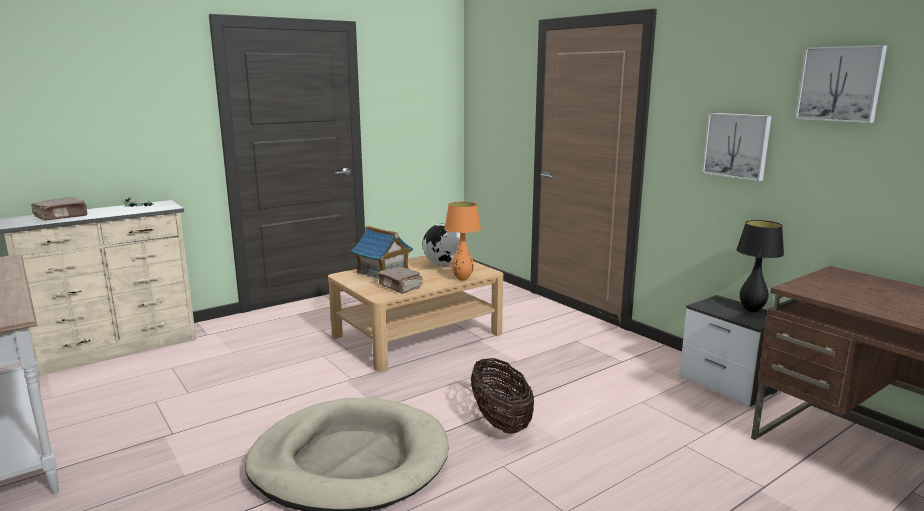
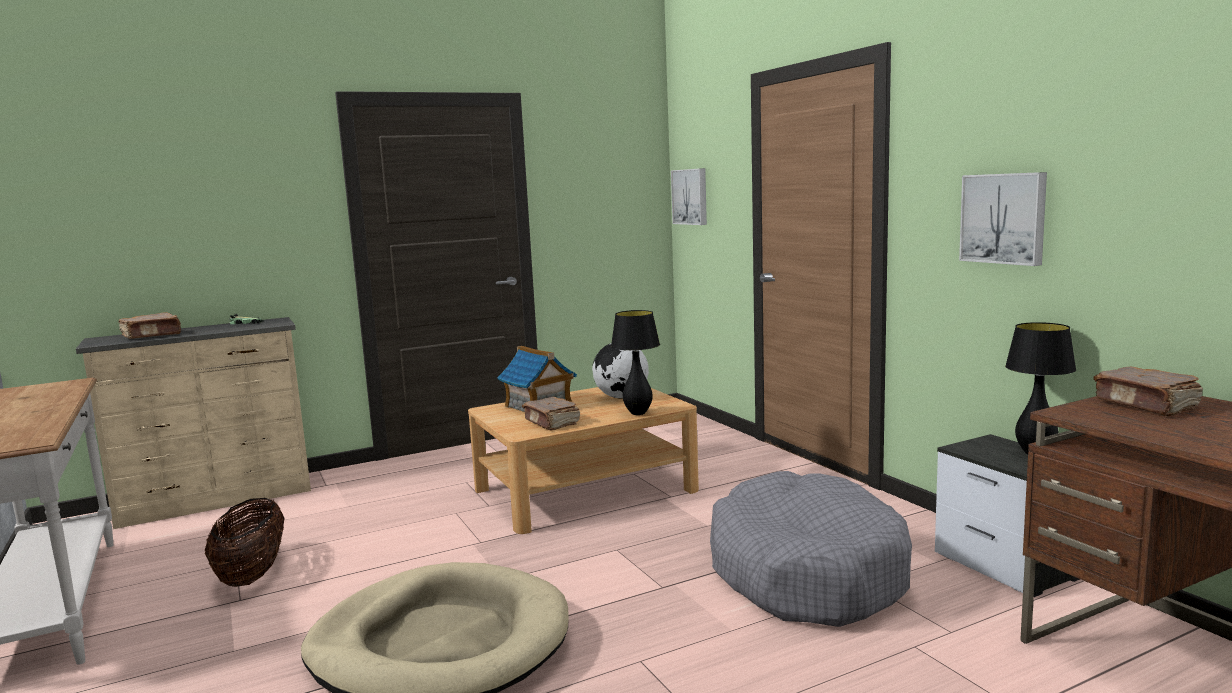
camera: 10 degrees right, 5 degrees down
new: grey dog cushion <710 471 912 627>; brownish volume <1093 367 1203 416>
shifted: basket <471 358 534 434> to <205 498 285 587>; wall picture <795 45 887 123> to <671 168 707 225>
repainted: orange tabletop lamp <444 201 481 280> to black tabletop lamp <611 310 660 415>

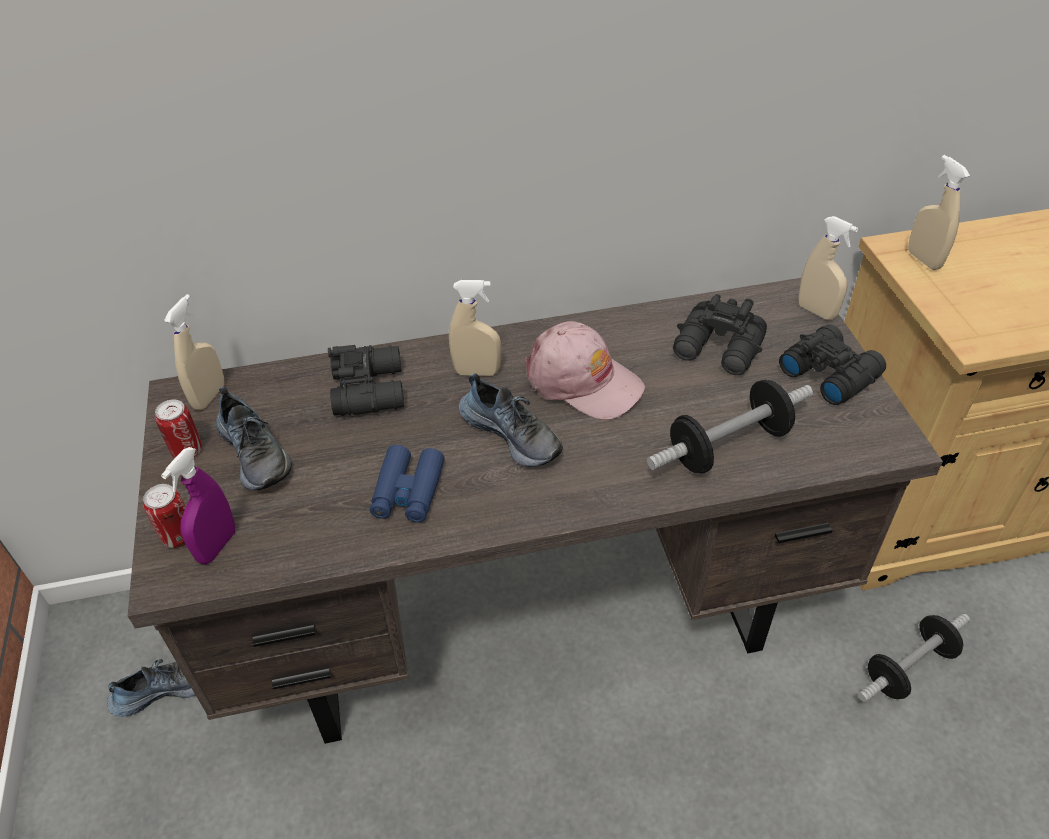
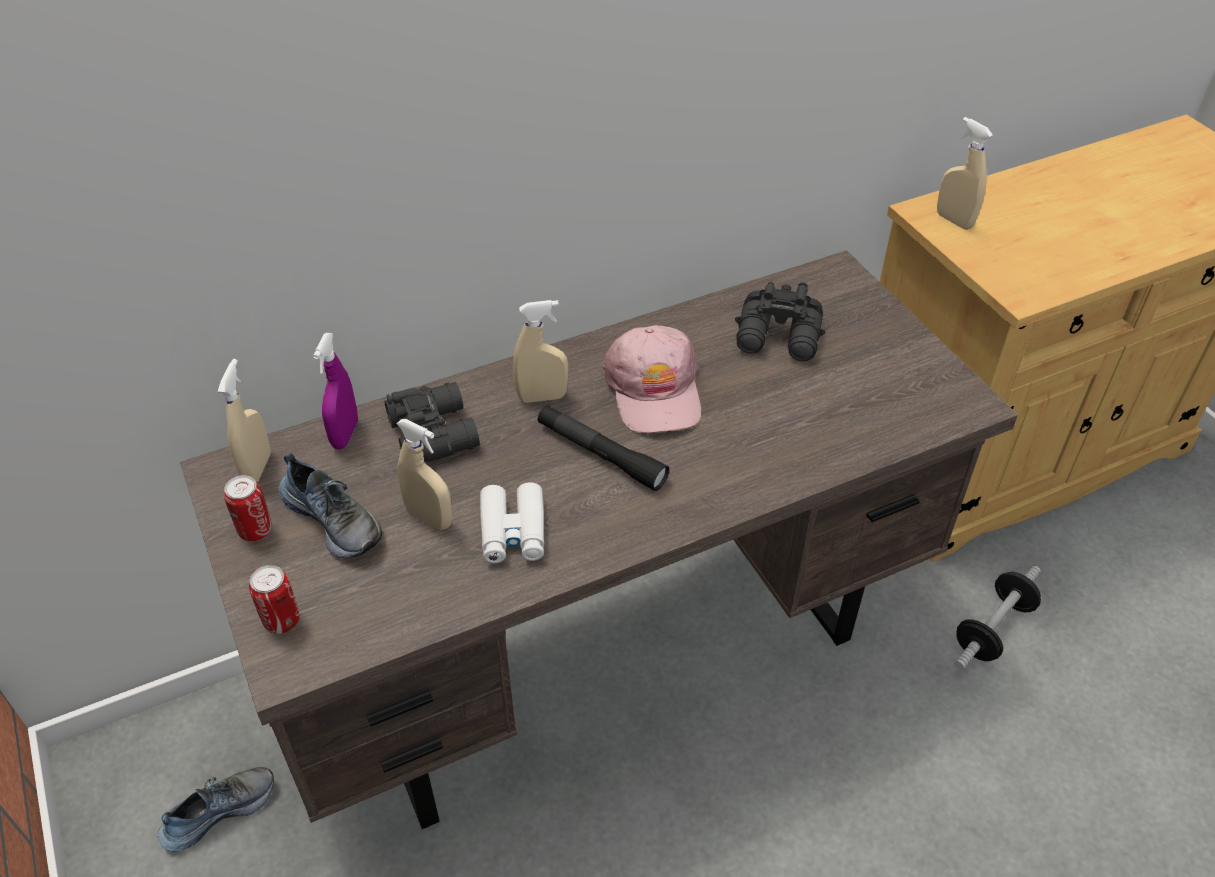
camera: 15 degrees left, 0 degrees up
gone: dumbbell <647 380 813 473>; black binoculars <779 325 886 405>
shifted: purplish sprayer <161 447 236 564> to <313 333 358 449>; sand-coloured sprayer <798 216 858 320> to <397 419 452 530>
swapped: item of footwear <459 374 563 466> to black flashlight <538 405 669 491>
repainted: bluish binoculars <370 445 445 522> to whitish binoculars <480 482 544 563>
rotated: pink cap <525 321 645 420> = <603 325 701 434> 60 degrees clockwise

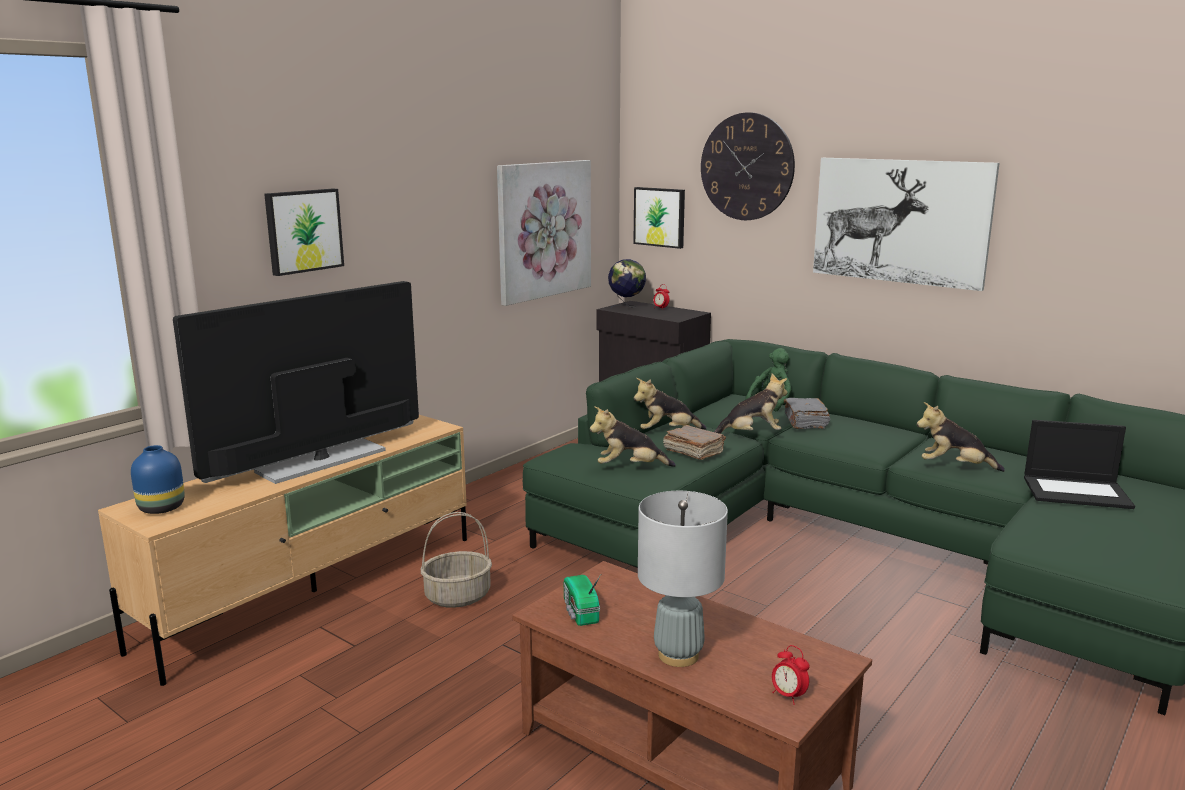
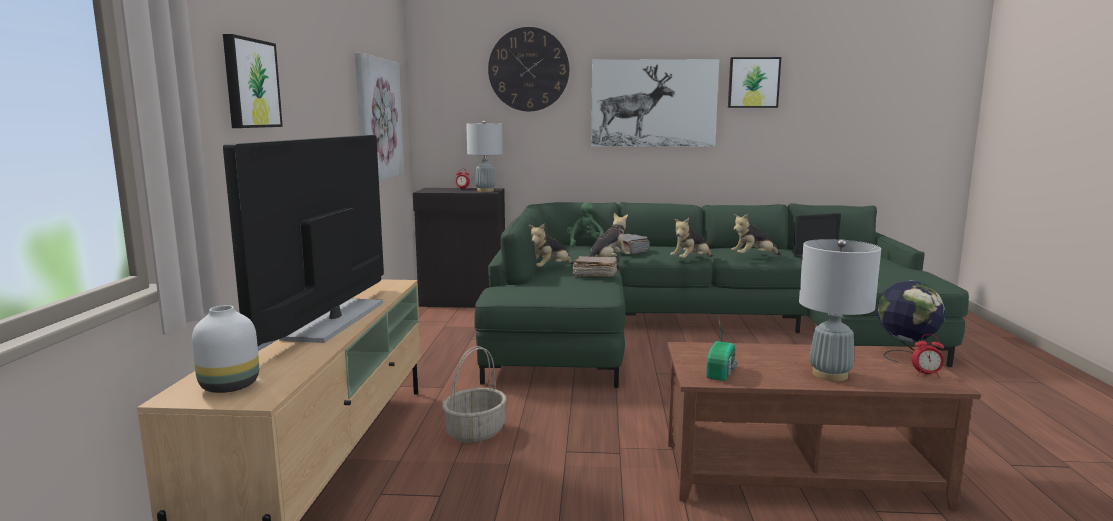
camera: 35 degrees left, 5 degrees down
new: grey tabletop lamp <466 120 502 192>
shifted: soft toy <590 407 676 467> to <670 218 712 259>; desk globe <608 259 646 308> to <877 281 945 362>; wall picture <633 187 685 249> to <728 57 781 108>
repainted: bluish vase <131 445 185 514> to whitish vase <192 305 259 393>
rotated: radio receiver <564 575 601 626> = <706 315 738 381> 105 degrees counterclockwise

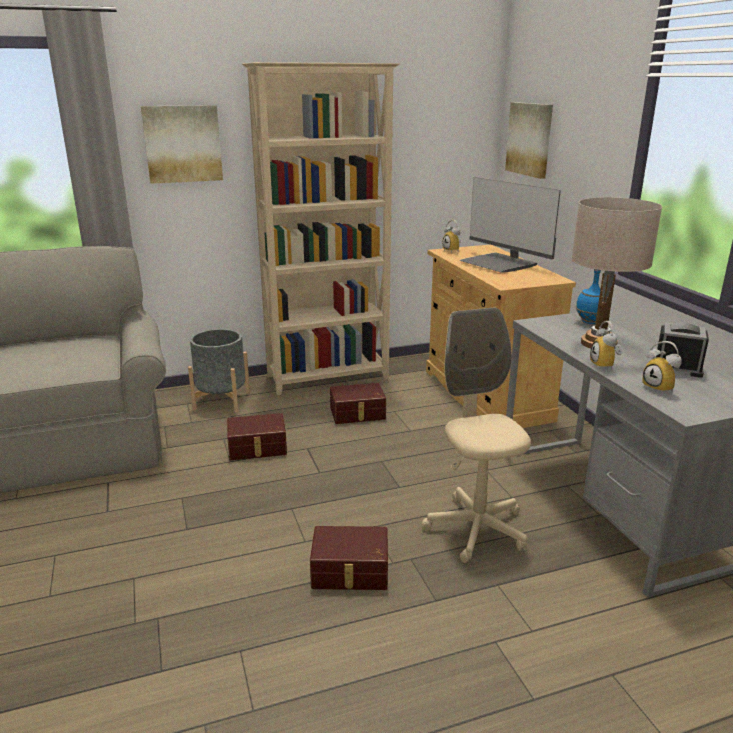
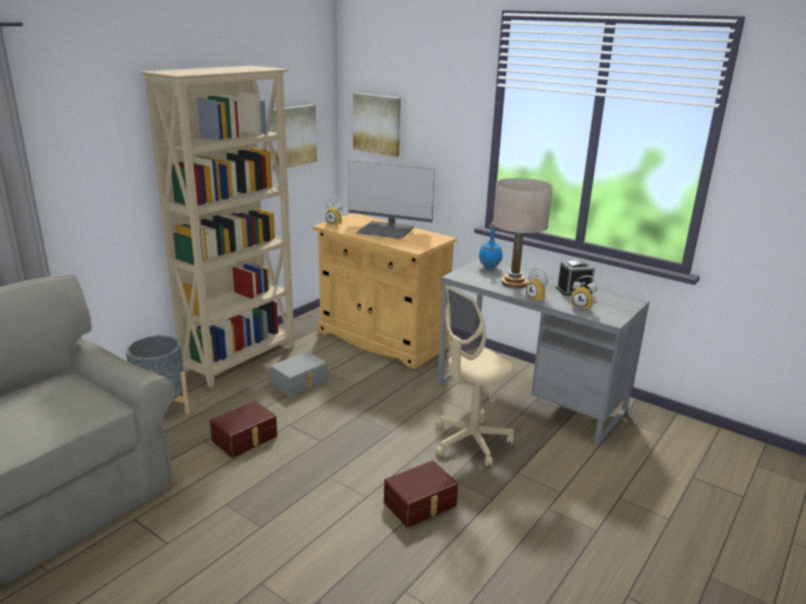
camera: 35 degrees left, 0 degrees up
shifted: wall picture <141 105 223 184> to <271 105 317 170>
repainted: brownish storage bin <330 383 386 424> to grey storage bin <270 351 327 397>
rotated: sand-coloured office chair <422 308 531 563> = <436 286 514 466> 75 degrees counterclockwise

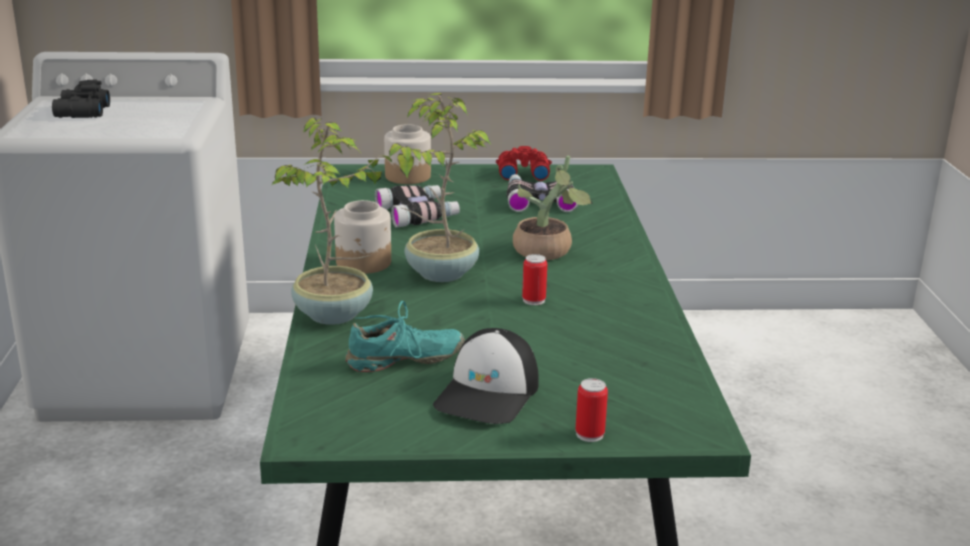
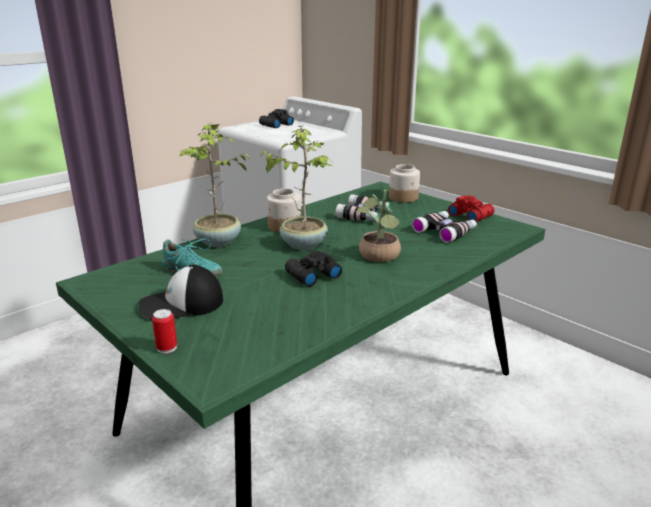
camera: 50 degrees right, 0 degrees up
swapped: metal can <522 254 547 305> to black binoculars <285 251 342 286>

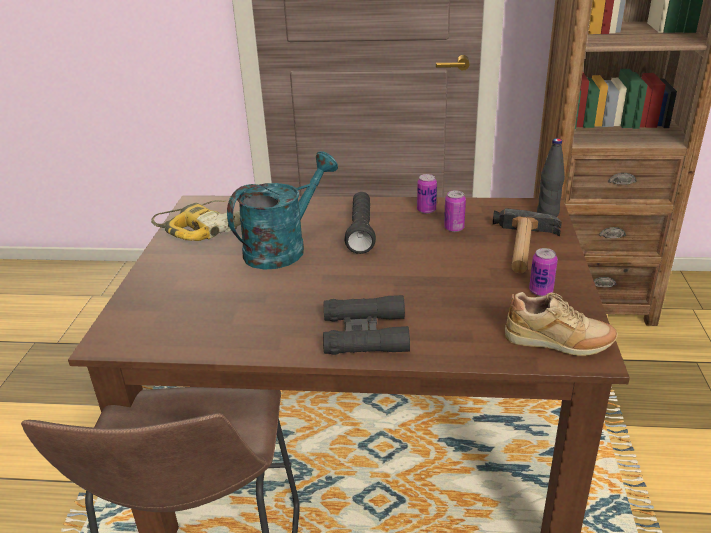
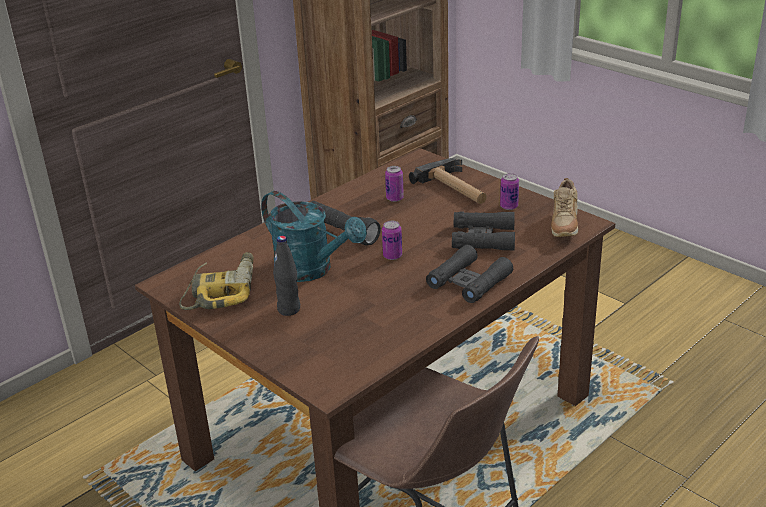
camera: 50 degrees left, 0 degrees up
new: black binoculars <452 211 515 250>
shifted: metal can <417 174 437 214> to <382 221 402 260>; black bottle <537 138 565 217> to <273 236 300 316>
rotated: blue-green sprinkling can <227 151 338 270> = <261 191 367 282> 135 degrees clockwise; sand-coloured item of footwear <505 292 618 356> = <551 178 578 237> 135 degrees clockwise

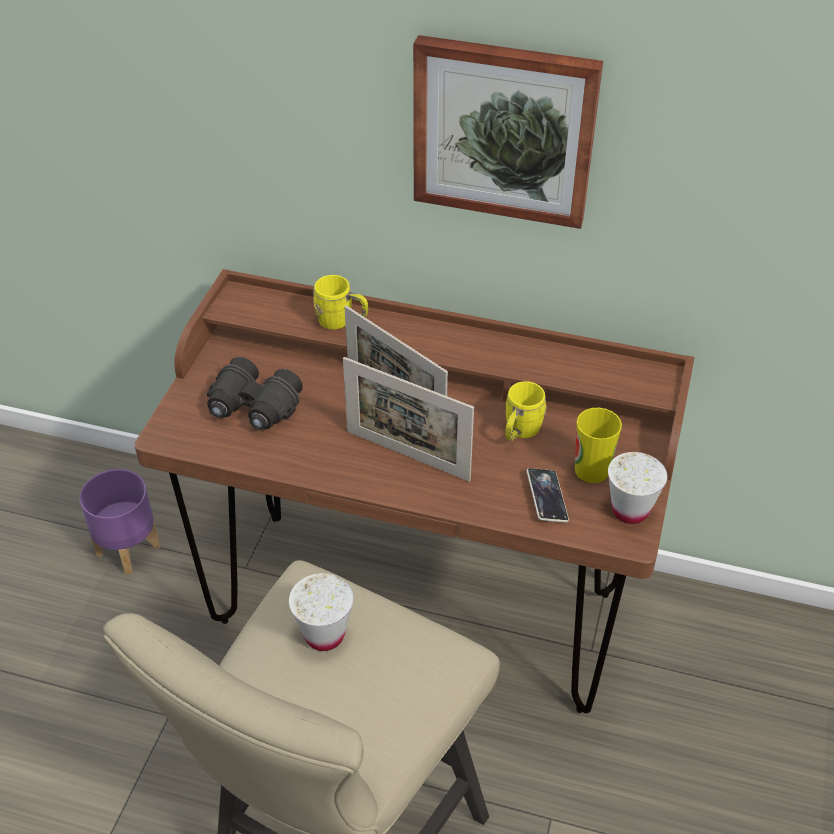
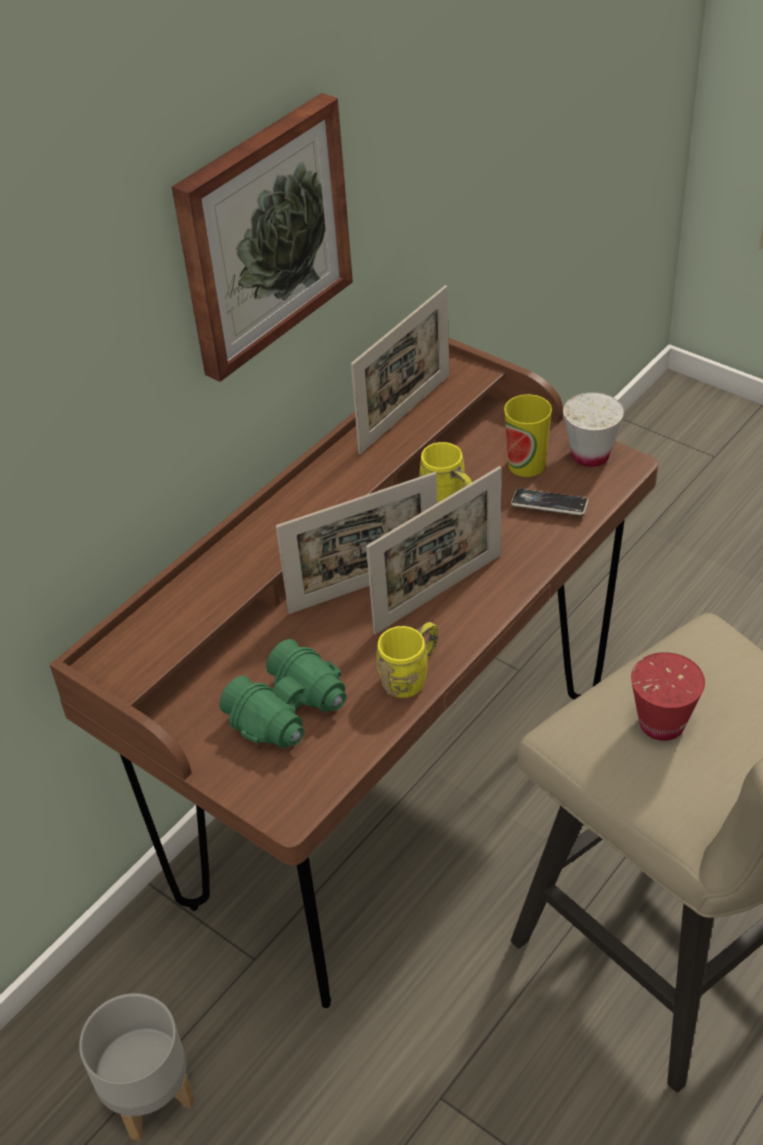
camera: 65 degrees left, 0 degrees up
new: standing frame <351 285 450 454>
shifted: yellow tea mug <313 275 368 330> to <376 622 438 698>
repainted: purplish flower pot <80 469 160 575> to grey flower pot <79 993 195 1141>; black binoculars <207 357 303 430> to green binoculars <219 639 346 748>; whitish cup <289 573 354 651> to red cup <631 652 705 741>

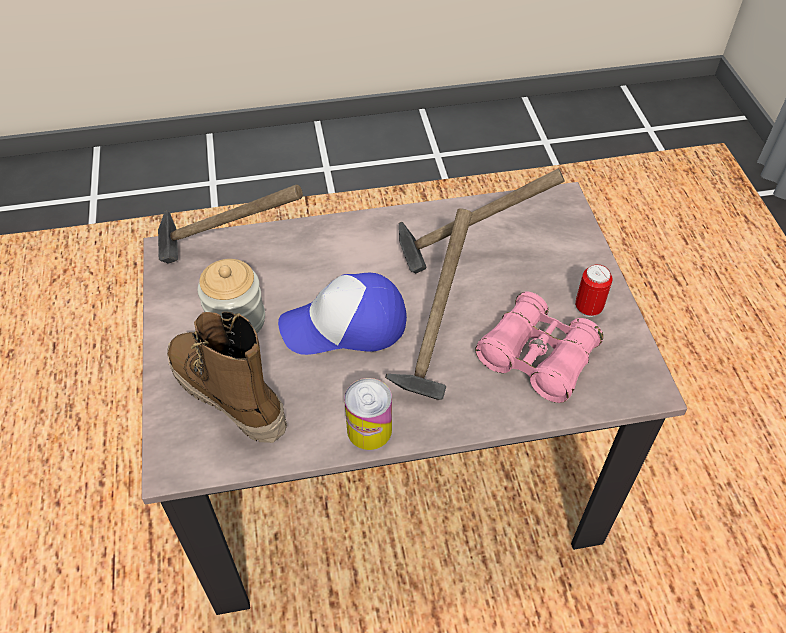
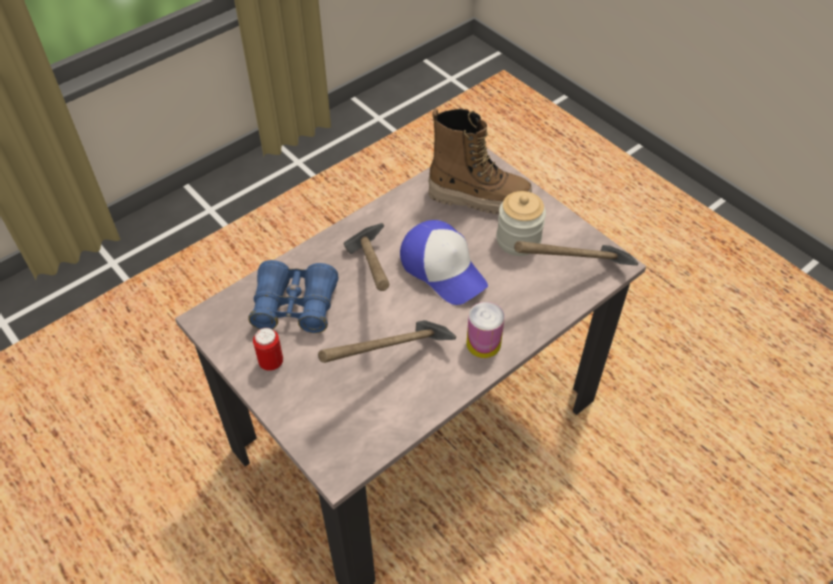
camera: 150 degrees right, 0 degrees up
shifted: metal can <344 378 392 450> to <466 302 505 358>
repainted: pink binoculars <475 291 603 403> to bluish binoculars <248 260 338 333>
rotated: cap <278 273 407 355> = <400 220 488 305> 90 degrees clockwise

